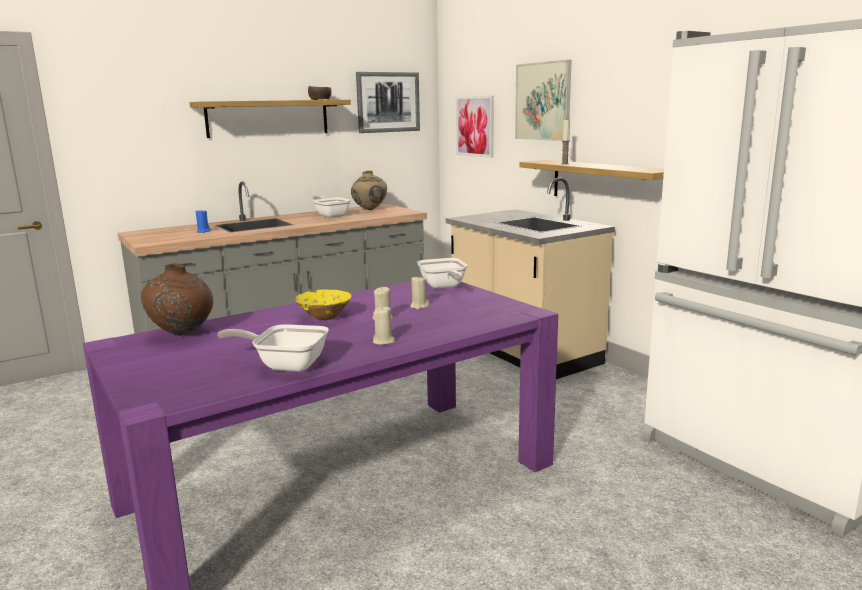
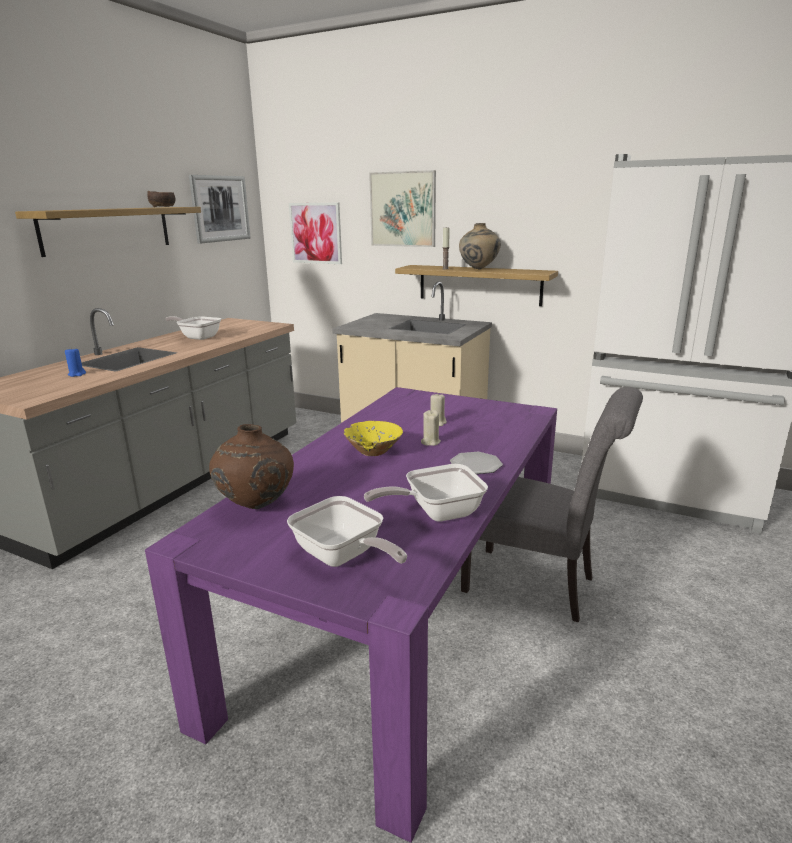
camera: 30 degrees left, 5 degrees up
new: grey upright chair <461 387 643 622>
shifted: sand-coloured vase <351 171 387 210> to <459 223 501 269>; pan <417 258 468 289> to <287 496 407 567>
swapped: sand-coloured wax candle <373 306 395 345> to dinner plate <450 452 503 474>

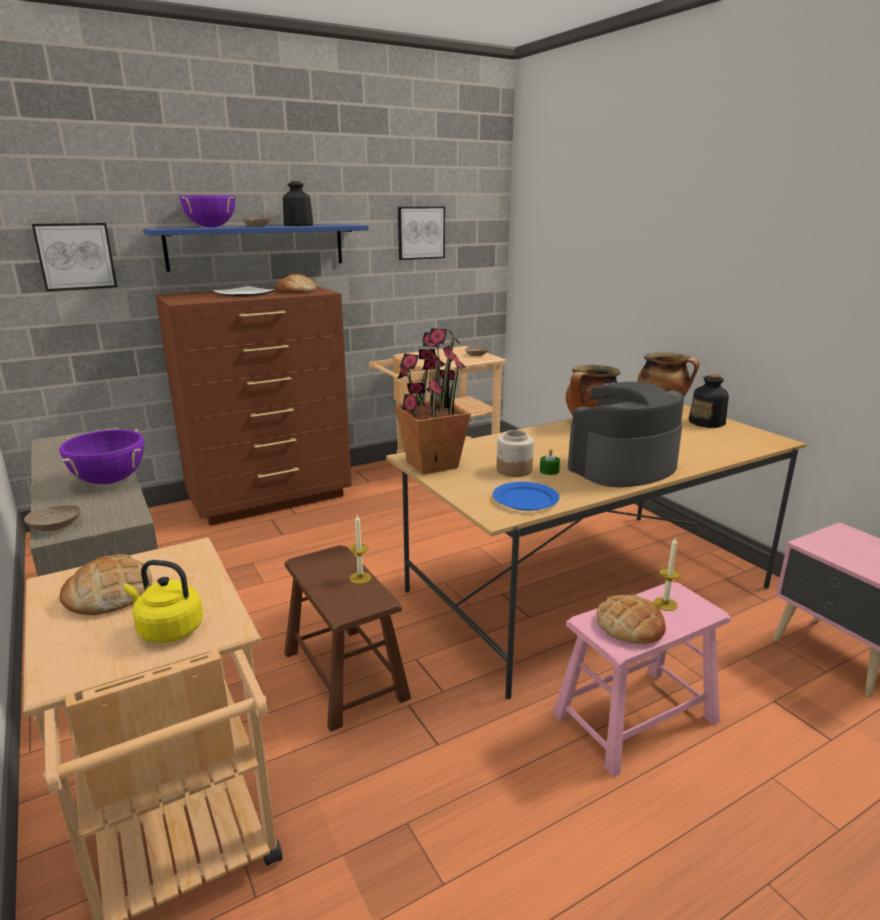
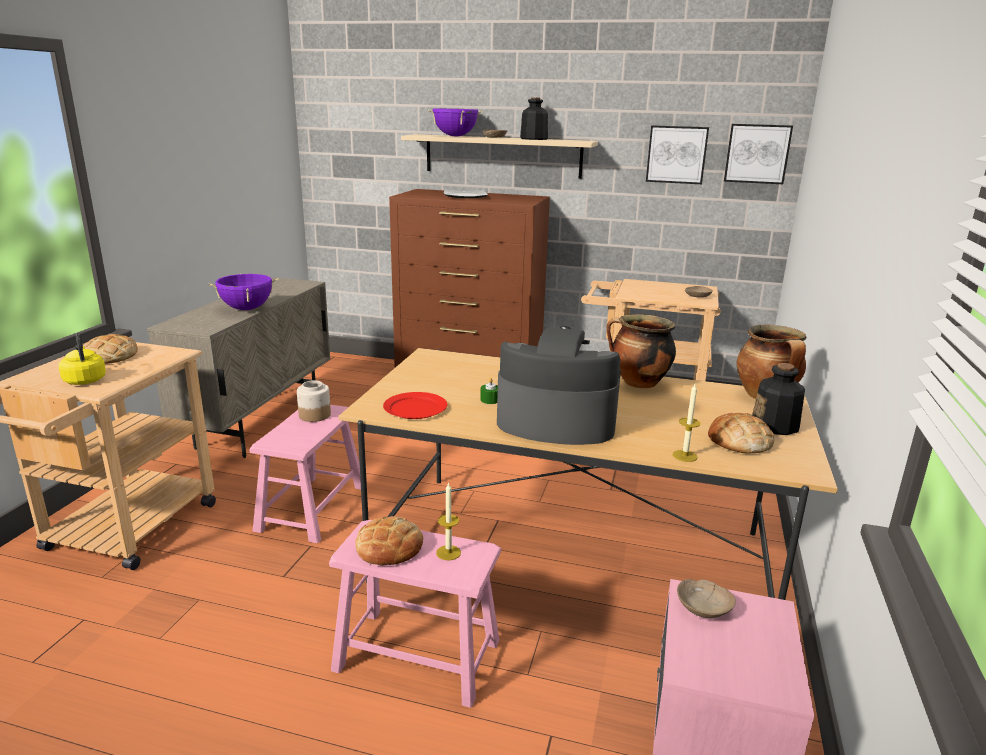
camera: 45 degrees right, 0 degrees up
gone: potted plant <395 328 471 475>
shifted: sand-coloured bowl <24 505 81 531> to <677 579 736 618>; wall picture <32 223 117 291> to <724 124 793 184>; baked bread <277 274 316 293> to <708 413 774 453>; wax candle <349 515 371 584> to <673 384 700 462>; storage jar <497 430 534 477> to <297 380 331 422>
repainted: bluish wall shelf <143 224 368 272> to sand-coloured wall shelf <401 134 598 179>; brownish sitting stool <284 545 411 732> to pink sitting stool <249 405 361 543>; bluish dinner plate <493 482 559 511> to red dinner plate <383 392 447 419>

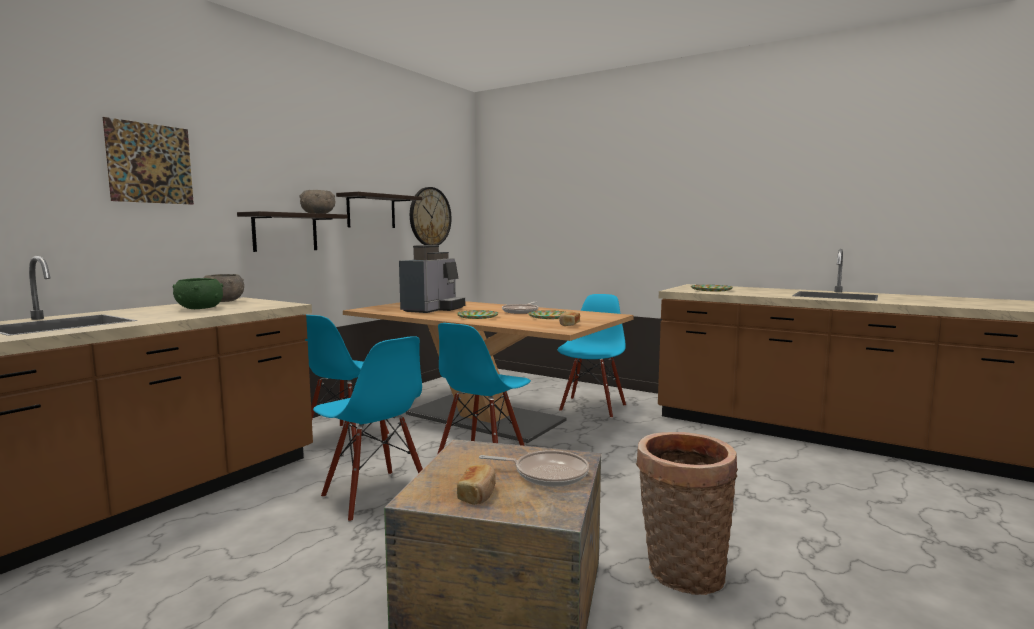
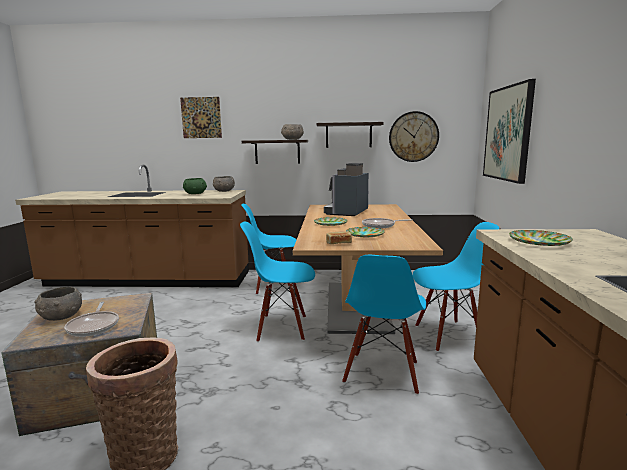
camera: 60 degrees right, 5 degrees up
new: wall picture <483 79 536 184>
shifted: bluish upright chair <313 336 423 522> to <342 255 426 395>
swapped: baked bread <457 464 496 505> to grey bowl <34 287 82 321>
rotated: coffee machine <399 245 465 313> = <324 163 369 216> 120 degrees clockwise

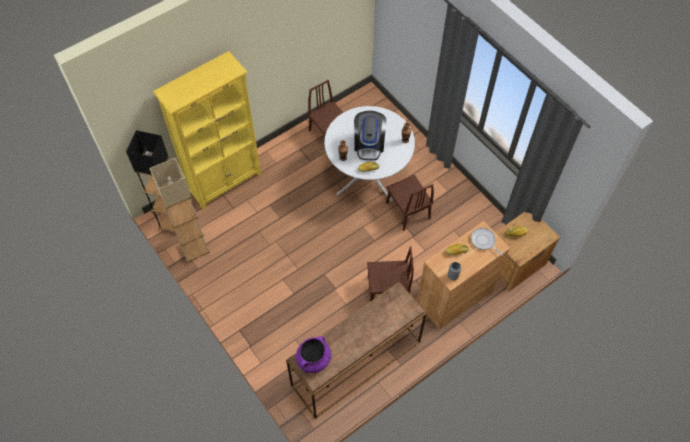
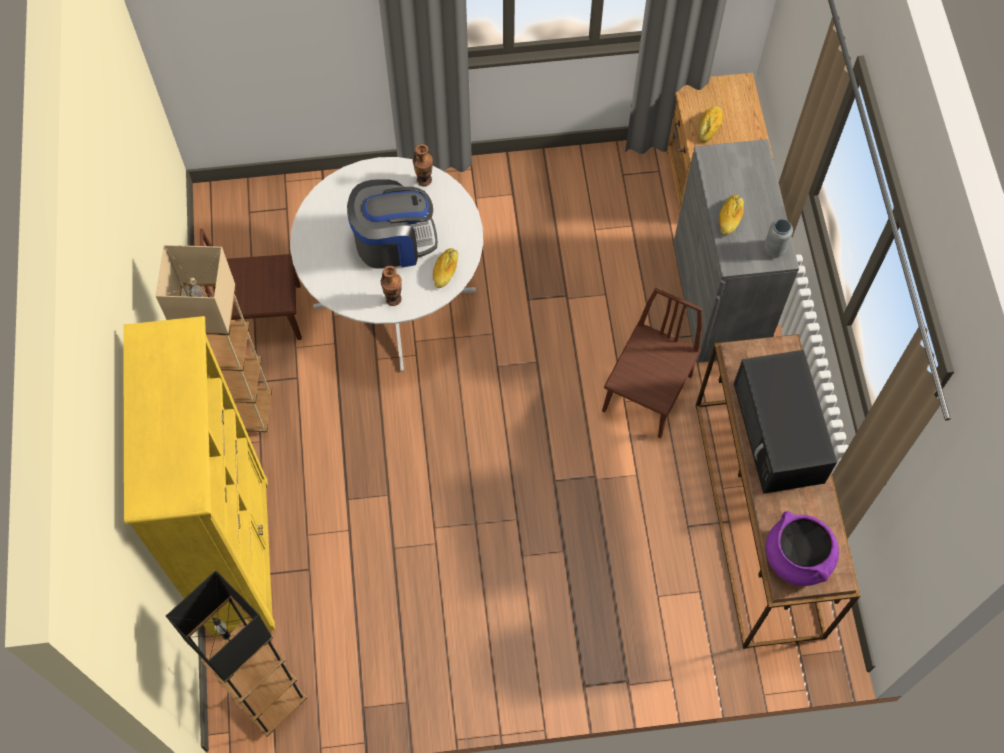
camera: 60 degrees left, 5 degrees up
gone: brownish upright chair <386 175 434 231>; pan <471 228 503 256>
new: black microwave oven <734 350 837 494>
shifted: sand-coloured standard lamp <149 158 210 262> to <155 245 272 433>
repainted: brownish cabinet <417 221 510 330> to grey cabinet <673 139 799 363>
rotated: coffee machine <354 111 387 160> = <347 179 438 269> 45 degrees counterclockwise

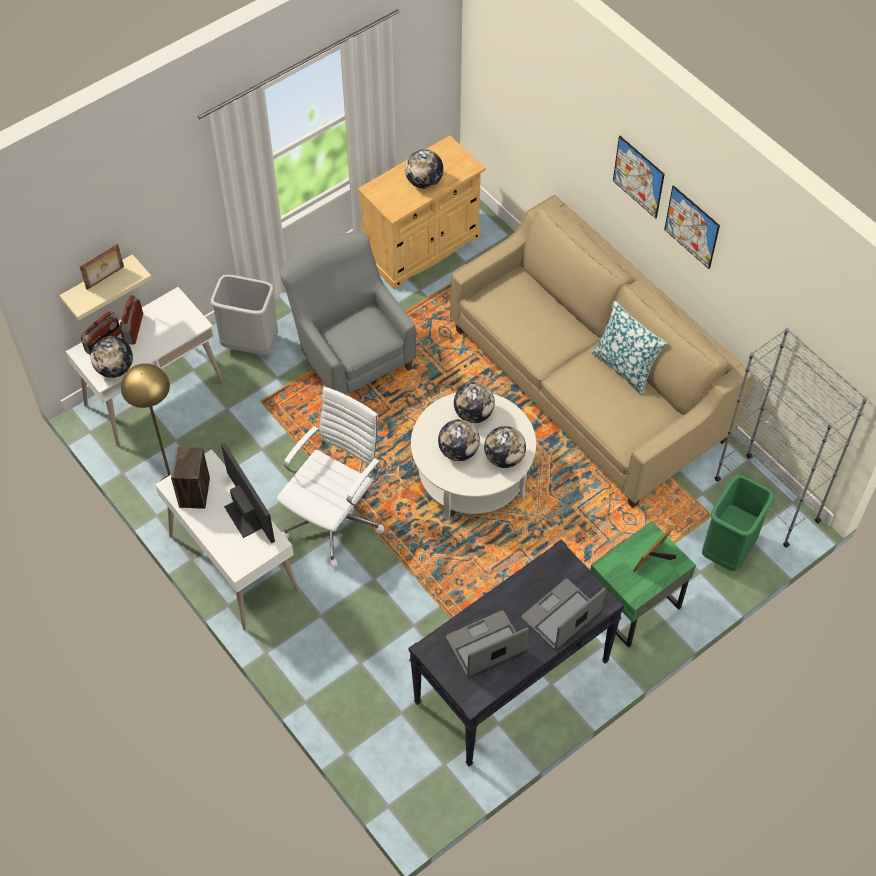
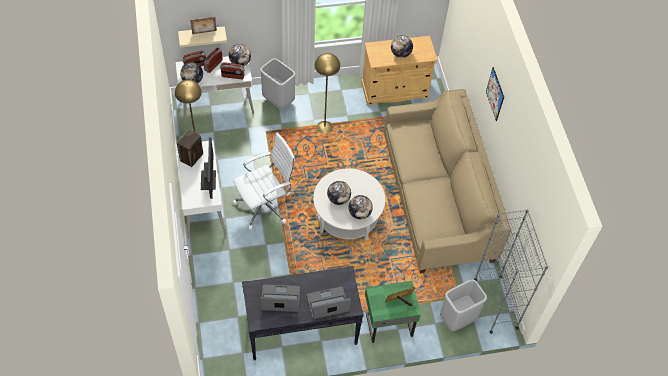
camera: 25 degrees right, 0 degrees up
gone: cushion <591 301 667 395>; wall picture <664 185 720 269>
new: radio receiver <220 63 245 79>
shifted: desk globe <454 382 495 423> to <229 44 251 66>
swapped: grey armchair <280 232 416 395> to yellow standard lamp <315 53 340 134>
repainted: green trash can <702 475 774 571> to grey trash can <440 279 487 331>

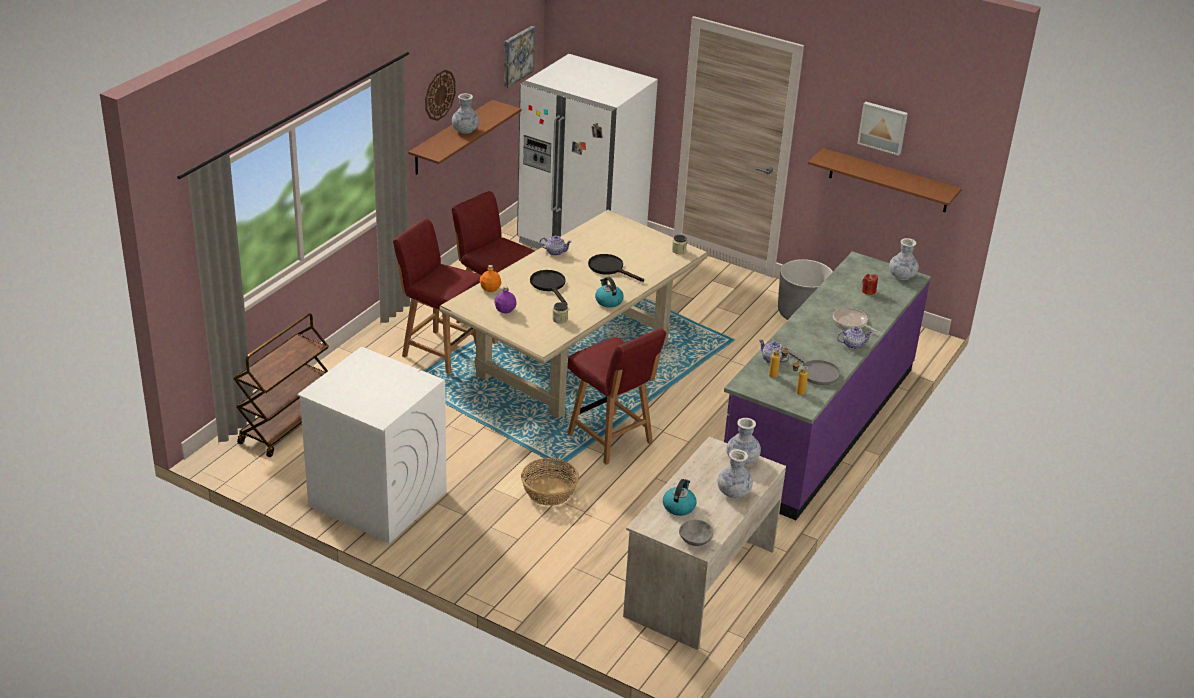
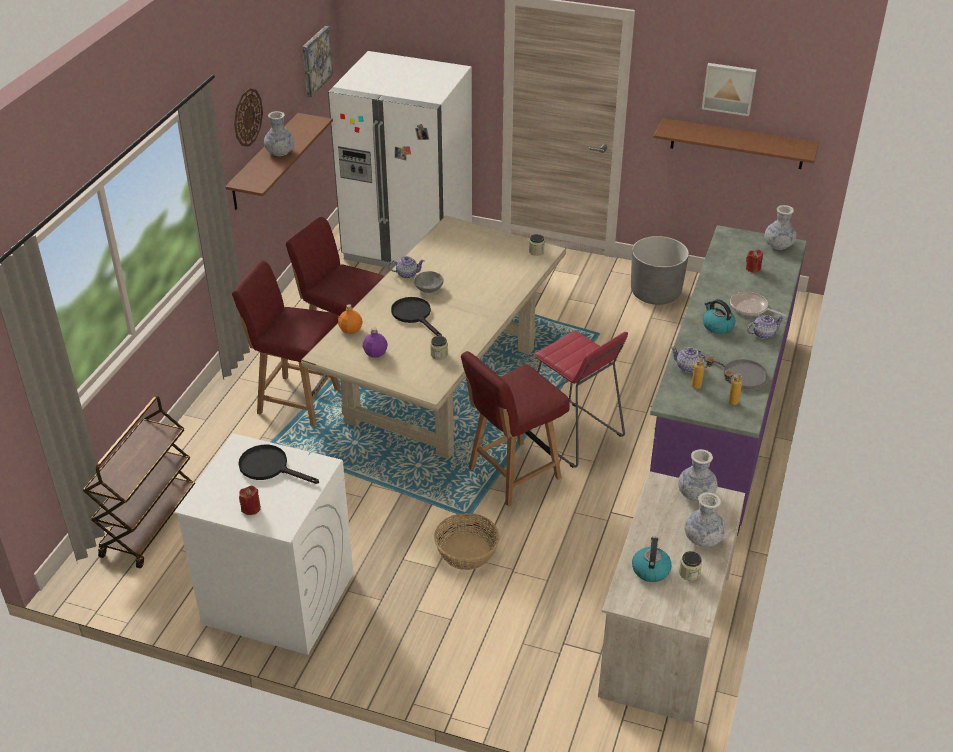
camera: 10 degrees left, 5 degrees up
new: red wax candle <239 486 261 515>; red sitting stool <534 331 628 468>; storage jar <679 551 702 581>
shifted: black pan <588 254 644 282> to <238 445 319 484>; kettle <595 277 624 308> to <703 299 736 334>; grey bowl <679 520 713 546> to <414 271 444 293>
rotated: red upright chair <567 328 666 465> = <461 351 570 506> 105 degrees clockwise

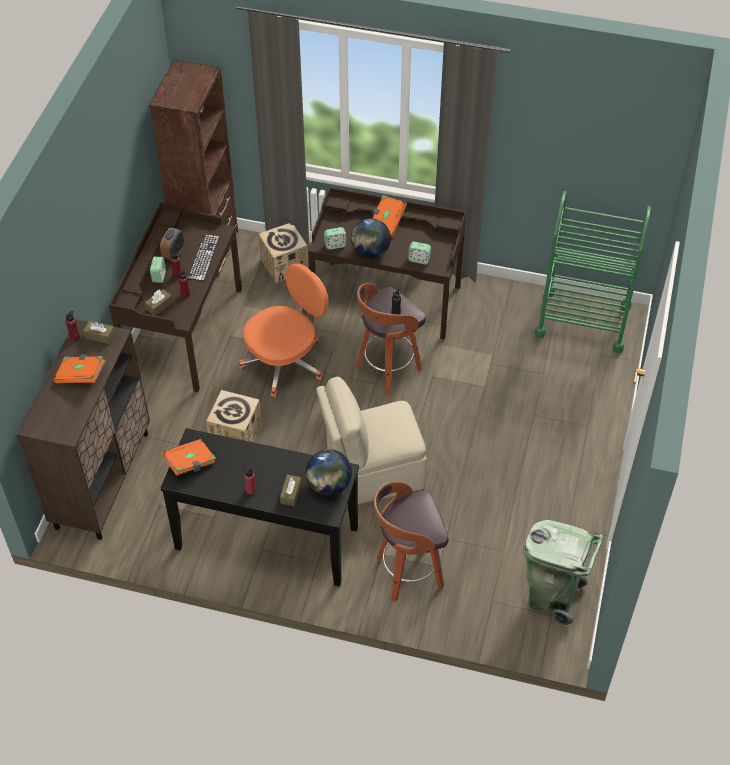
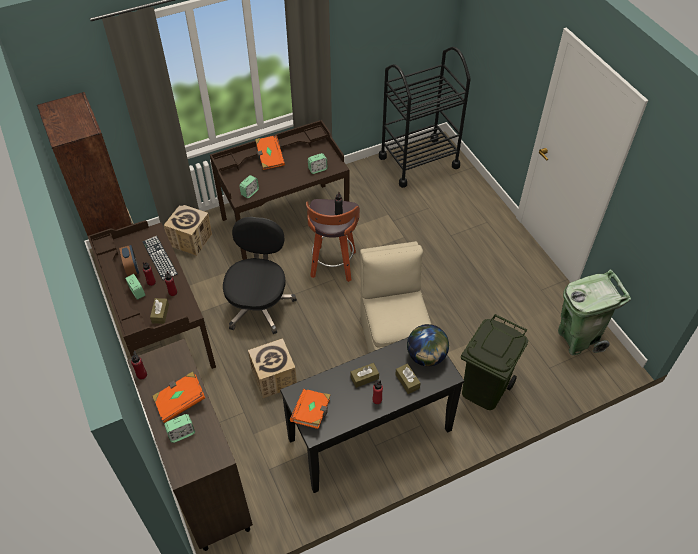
camera: 40 degrees left, 0 degrees up
gone: desk globe <351 218 391 258>
new: table clock <164 414 195 443>
shifted: brownish tissue holder <83 321 115 344> to <350 363 379 388>
swapped: sitting stool <374 481 448 602> to green trash can <461 314 528 410>
repainted: orange office chair <239 264 329 397> to black office chair <223 217 297 334>; green wheeled cart <535 191 651 353> to black wheeled cart <379 47 471 188>
rotated: sand-coloured upright chair <316 377 427 507> = <360 241 432 353> 135 degrees clockwise

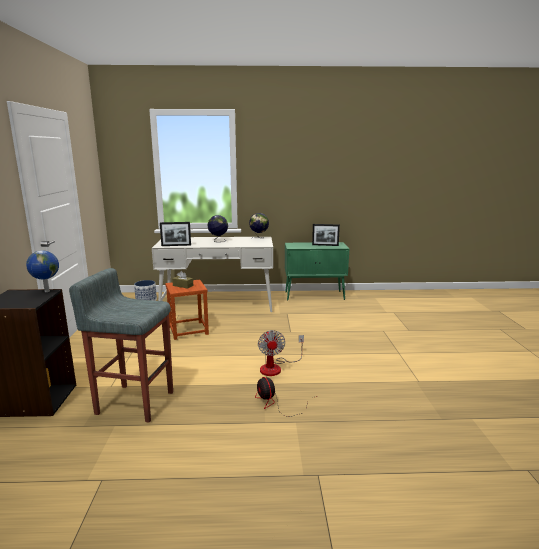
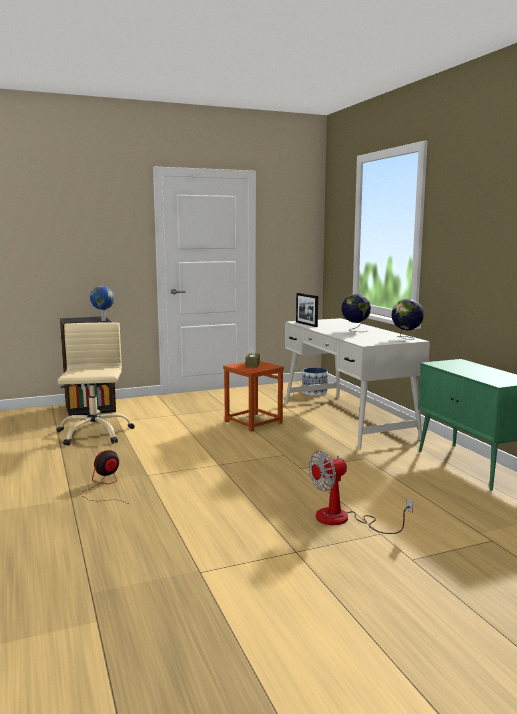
camera: 70 degrees right, 5 degrees down
gone: standing frame <312 224 340 246>
shifted: cooling fan <258 330 304 376> to <309 450 413 534>
swapped: grey sitting stool <69 268 173 423> to sand-coloured office chair <57 323 135 446>

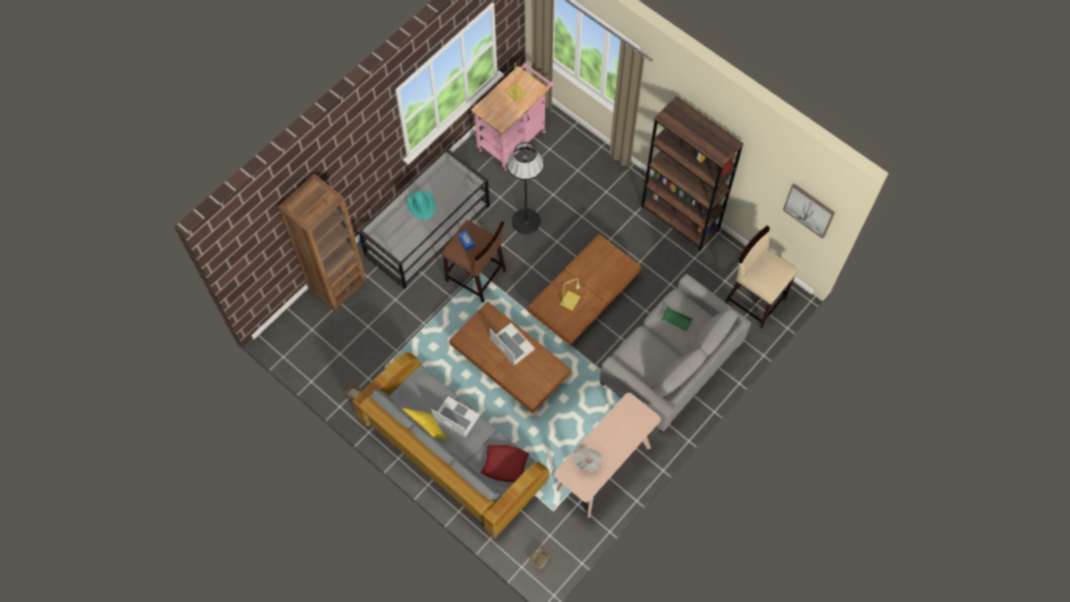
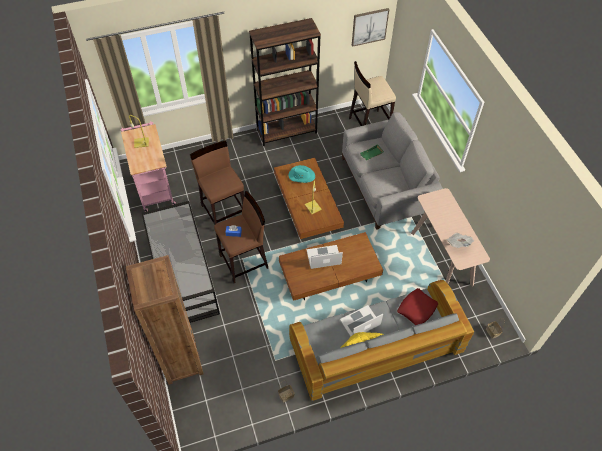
camera: 60 degrees left, 10 degrees down
shifted: blue-green wearable hat <407 191 436 220> to <289 165 315 183>
swapped: black standard lamp <507 142 544 234> to brownish sitting stool <190 140 244 225>

